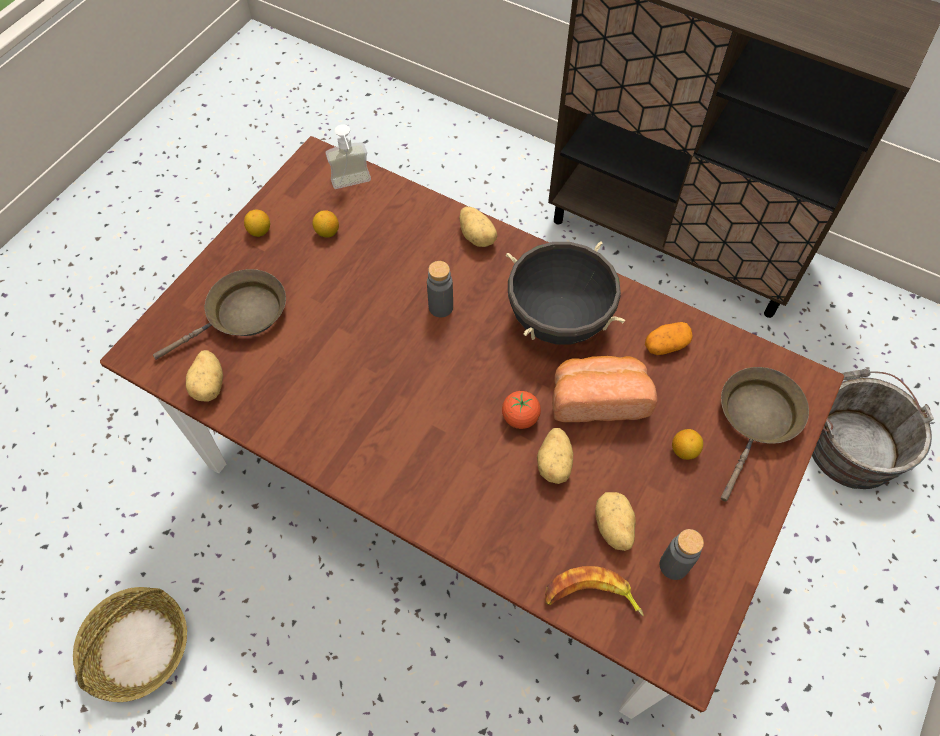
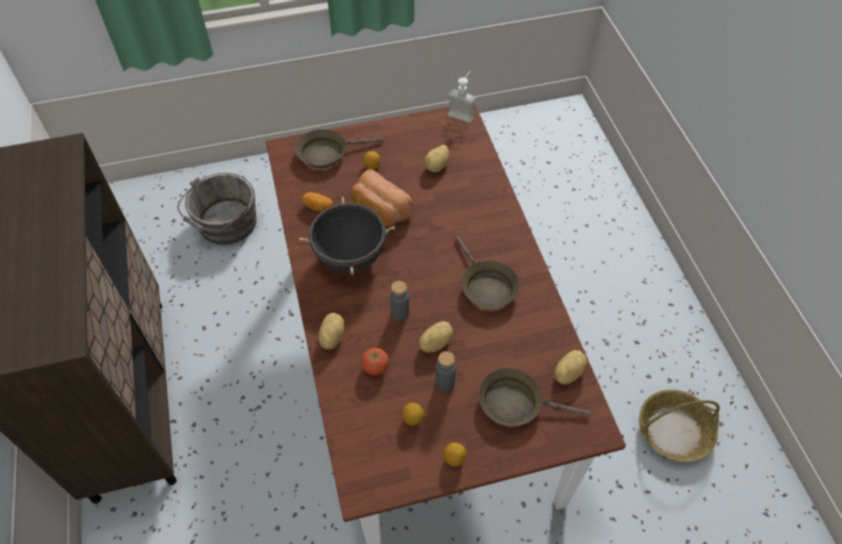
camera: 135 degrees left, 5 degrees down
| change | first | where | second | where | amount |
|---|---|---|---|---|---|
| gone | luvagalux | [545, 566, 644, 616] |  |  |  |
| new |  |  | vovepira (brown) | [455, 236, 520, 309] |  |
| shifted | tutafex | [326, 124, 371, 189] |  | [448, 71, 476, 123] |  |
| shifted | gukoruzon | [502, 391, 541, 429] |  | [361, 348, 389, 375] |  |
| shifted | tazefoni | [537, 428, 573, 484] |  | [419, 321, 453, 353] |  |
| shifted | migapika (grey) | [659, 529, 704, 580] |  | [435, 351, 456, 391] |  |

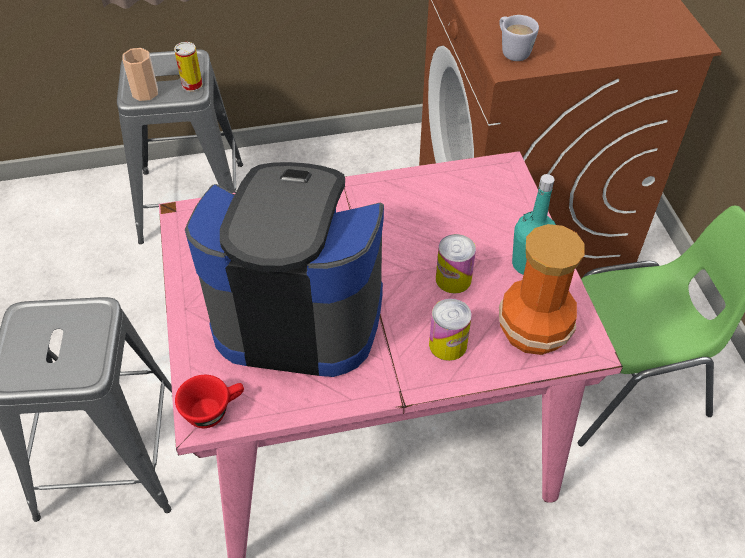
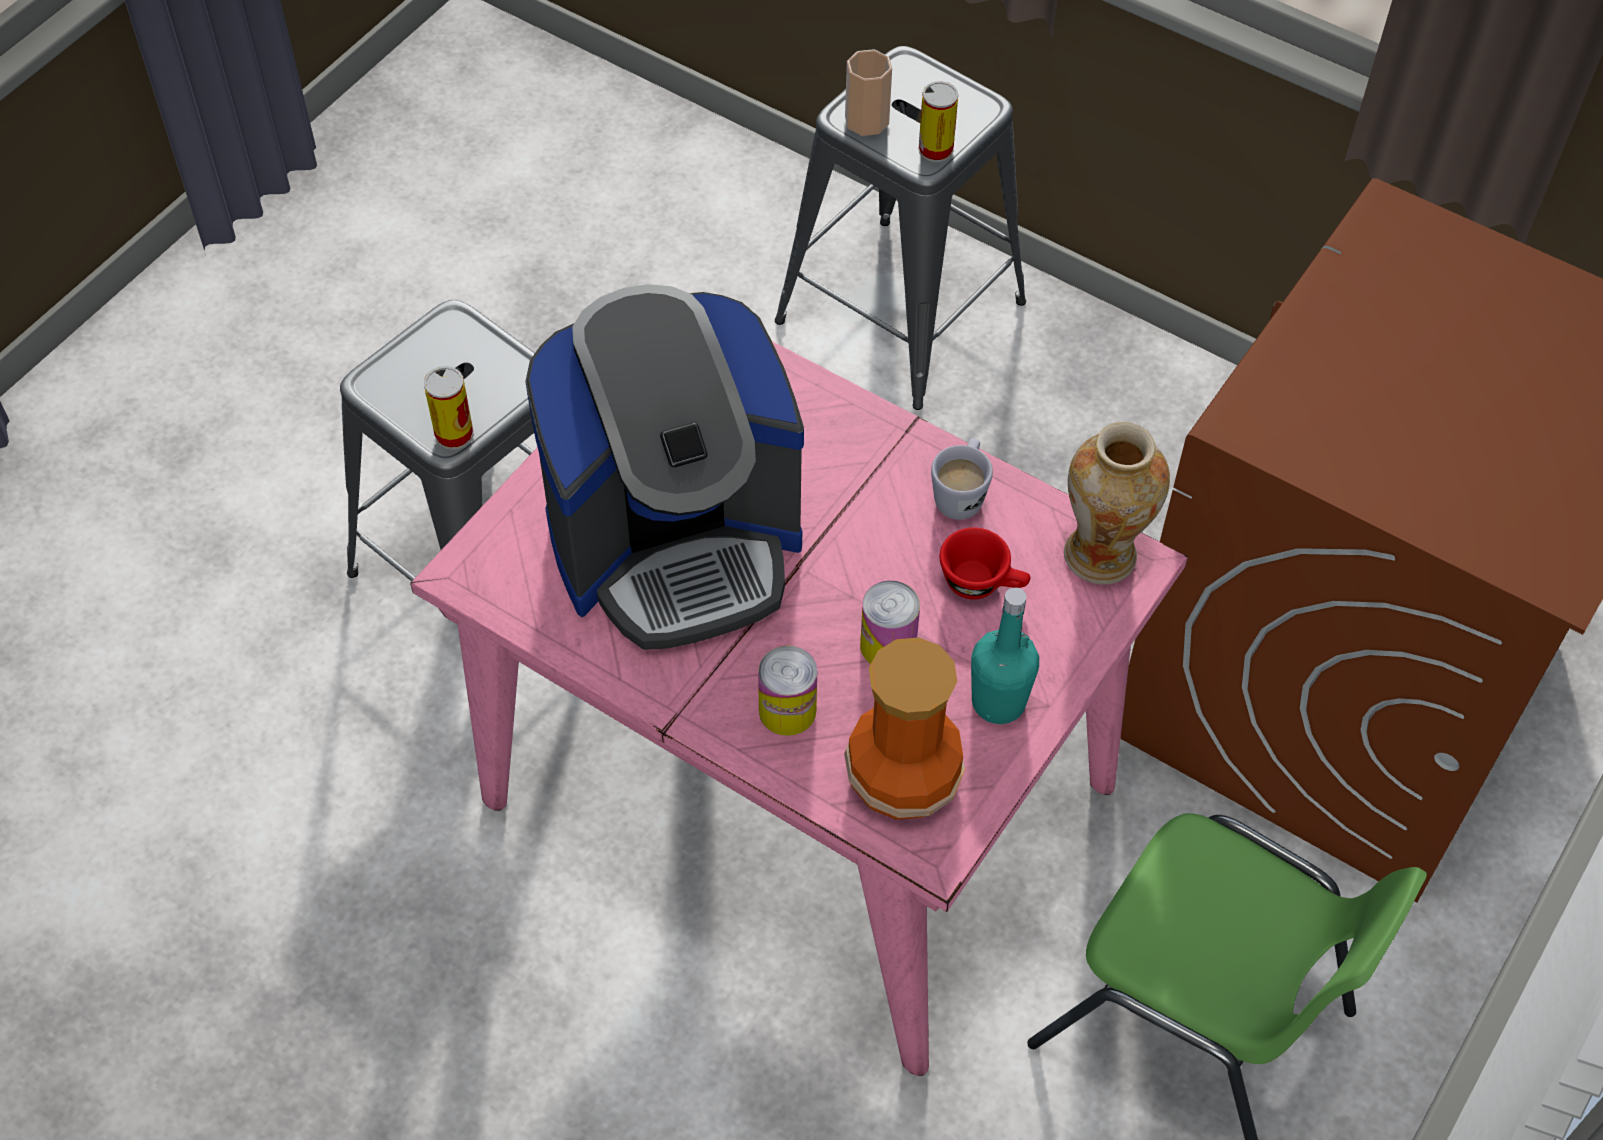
camera: 45 degrees right, 5 degrees up
| change | first | where | second | where | amount |
|---|---|---|---|---|---|
| new |  |  | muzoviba | [424, 366, 474, 450] |  |
| new |  |  | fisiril | [1064, 422, 1170, 585] |  |
| shifted | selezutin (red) | [175, 375, 244, 428] |  | [940, 527, 1030, 599] |  |
| shifted | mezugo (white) | [499, 15, 539, 61] |  | [931, 439, 993, 520] |  |
| rotated | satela | [185, 162, 384, 377] |  | [525, 284, 804, 650] | 105 degrees clockwise |

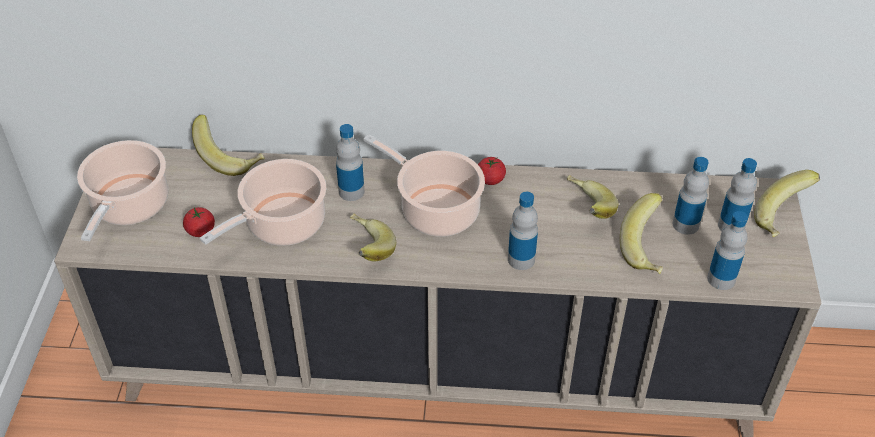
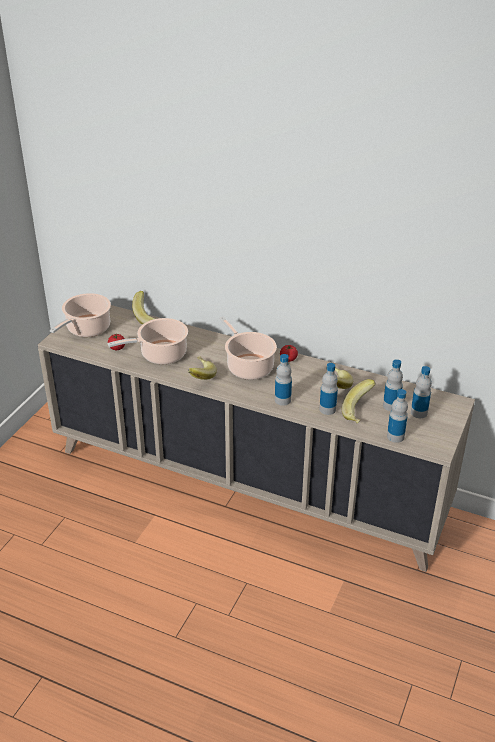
camera: 20 degrees right, 10 degrees down
| change | first | where | second | where | amount |
|---|---|---|---|---|---|
| gone | luvagalux | [754, 170, 820, 237] |  |  |  |
| shifted | migapika | [336, 124, 364, 201] |  | [319, 363, 338, 415] |  |

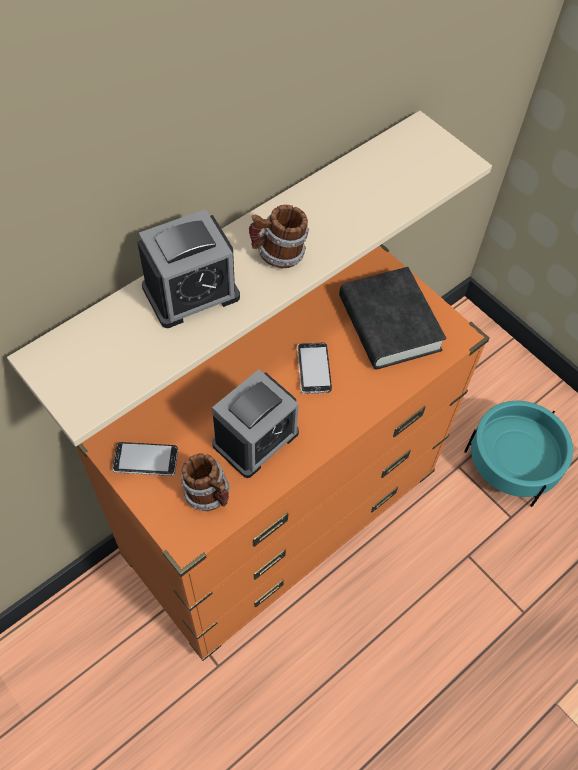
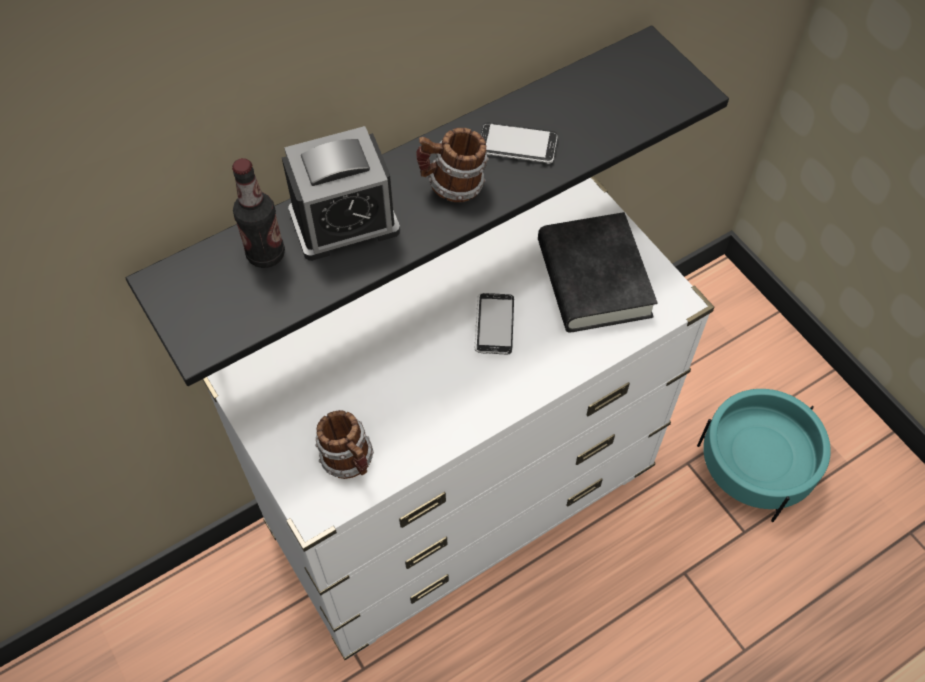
camera: 10 degrees right, 0 degrees up
| change | first | where | second | where | amount |
|---|---|---|---|---|---|
| gone | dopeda | [212, 369, 299, 478] |  |  |  |
| new |  |  | migapika | [232, 158, 285, 268] |  |
| shifted | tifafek | [112, 442, 178, 476] |  | [481, 122, 558, 164] |  |
| repainted | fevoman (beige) | [7, 111, 492, 447] | fevoman (black) | [126, 26, 729, 386] |  |
| repainted | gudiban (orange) | [76, 244, 490, 661] | gudiban (white) | [202, 176, 714, 660] |  |

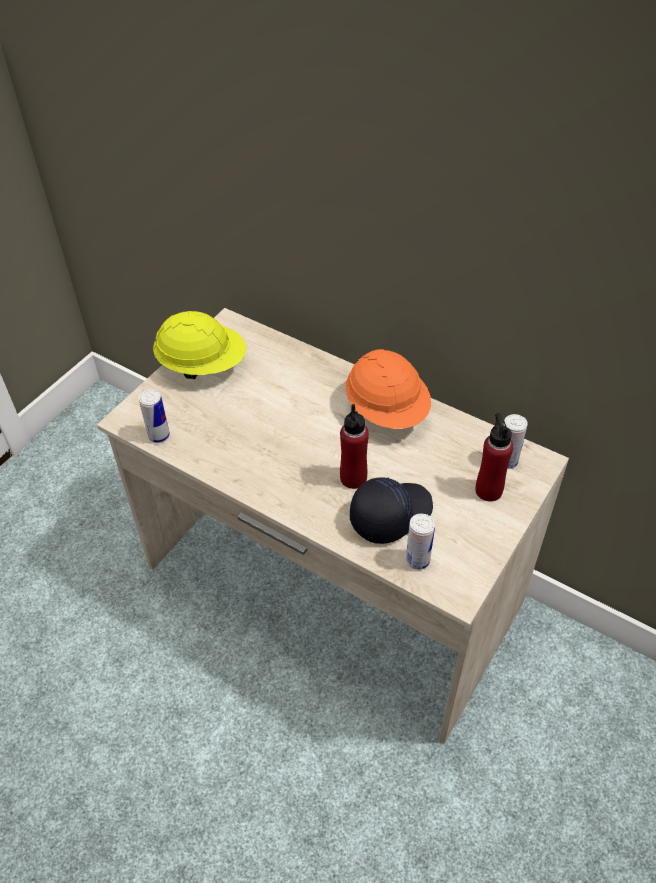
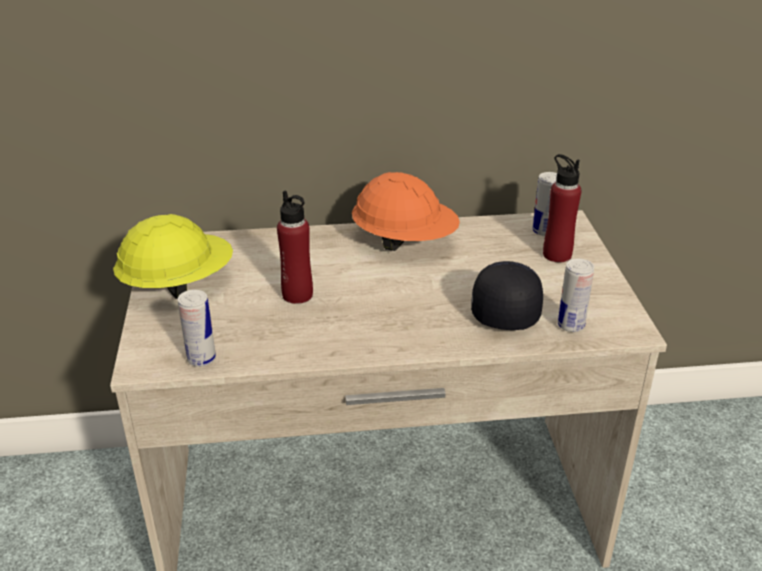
camera: 40 degrees left, 15 degrees down
| change | first | where | second | where | amount |
|---|---|---|---|---|---|
| shifted | migapika (red) | [340, 404, 369, 489] |  | [277, 191, 313, 304] |  |

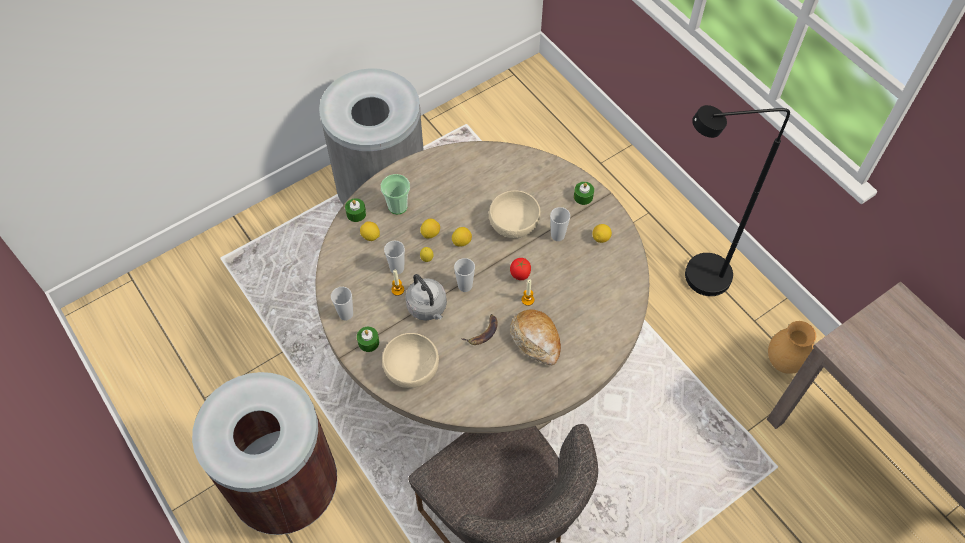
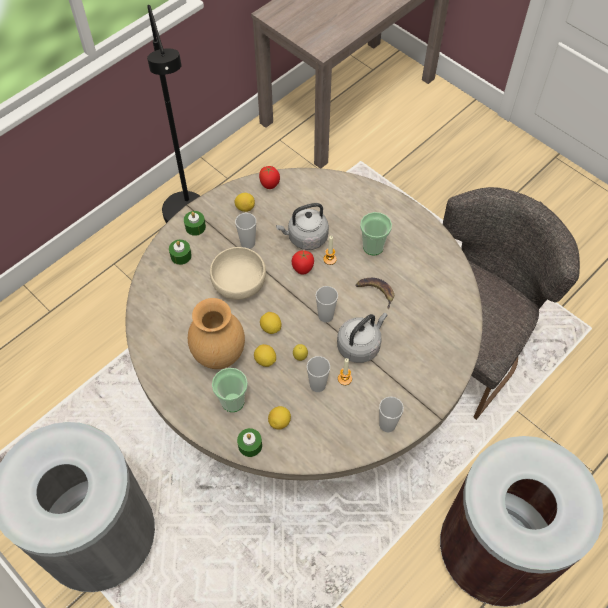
camera: 100 degrees left, 0 degrees up
| change | first | where | second | where | amount |
|---|---|---|---|---|---|
| gone | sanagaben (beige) | [382, 333, 439, 388] |  |  |  |
| new |  |  | gukoruzon | [259, 166, 280, 189] |  |
| new |  |  | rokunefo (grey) | [276, 203, 329, 250] |  |
| shifted | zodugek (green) | [357, 327, 379, 352] |  | [169, 240, 192, 265] |  |
| shifted | fisiril (brown) | [768, 321, 816, 374] |  | [188, 298, 245, 369] |  |
| swapped | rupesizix | [510, 309, 561, 365] | selezutin | [360, 212, 392, 256] |  |

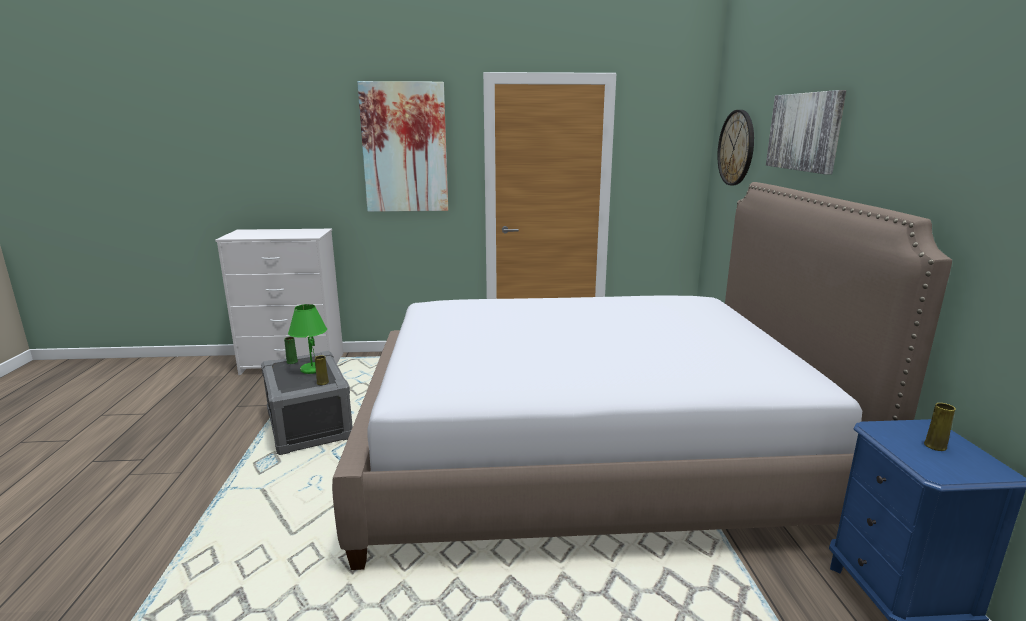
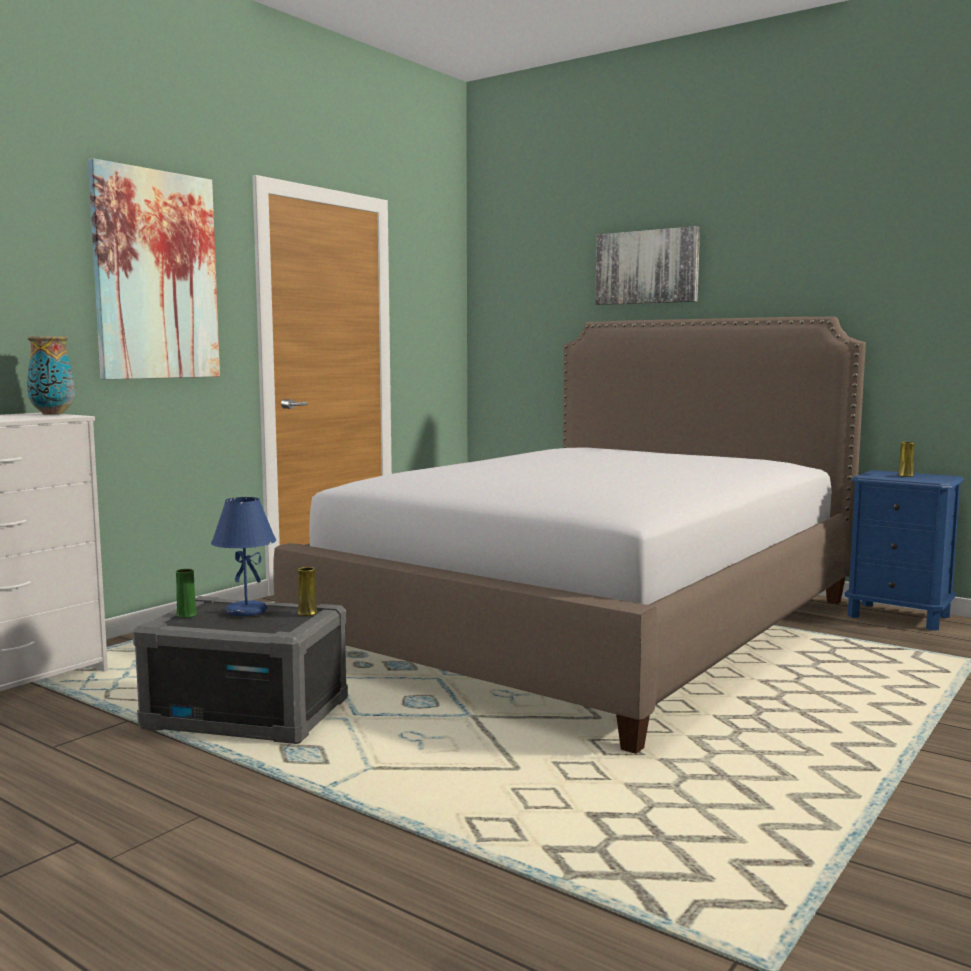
camera: 50 degrees left, 10 degrees down
| change | first | where | second | where | amount |
|---|---|---|---|---|---|
| gone | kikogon | [718, 110, 754, 185] |  |  |  |
| new |  |  | fisiril | [27, 337, 75, 415] |  |
| repainted | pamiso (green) | [288, 304, 327, 374] | pamiso (blue) | [211, 497, 276, 616] |  |

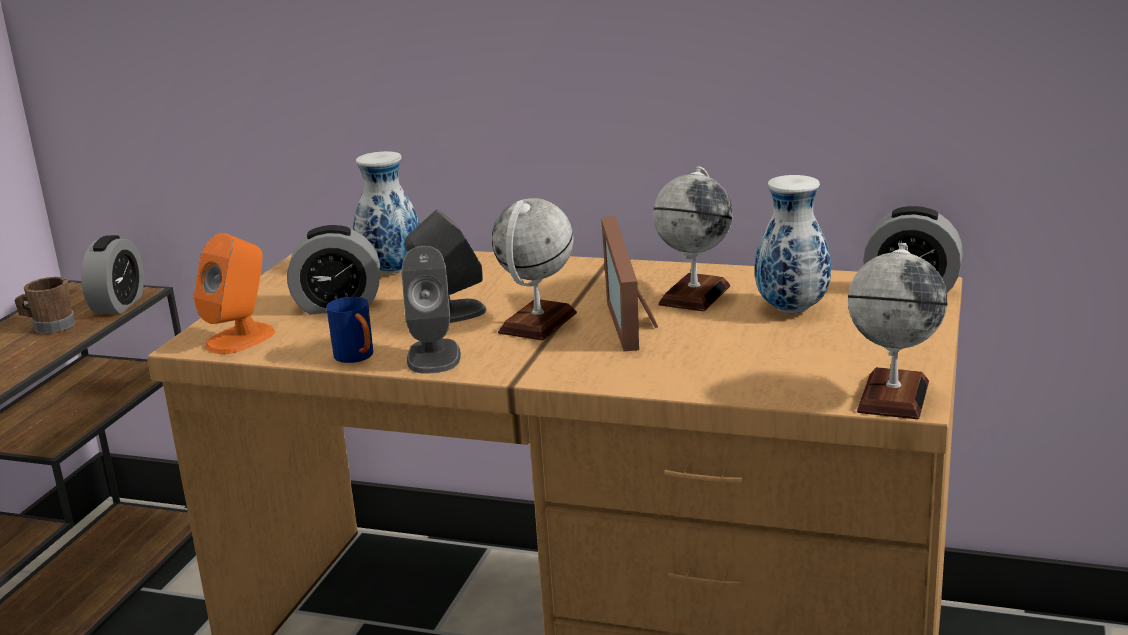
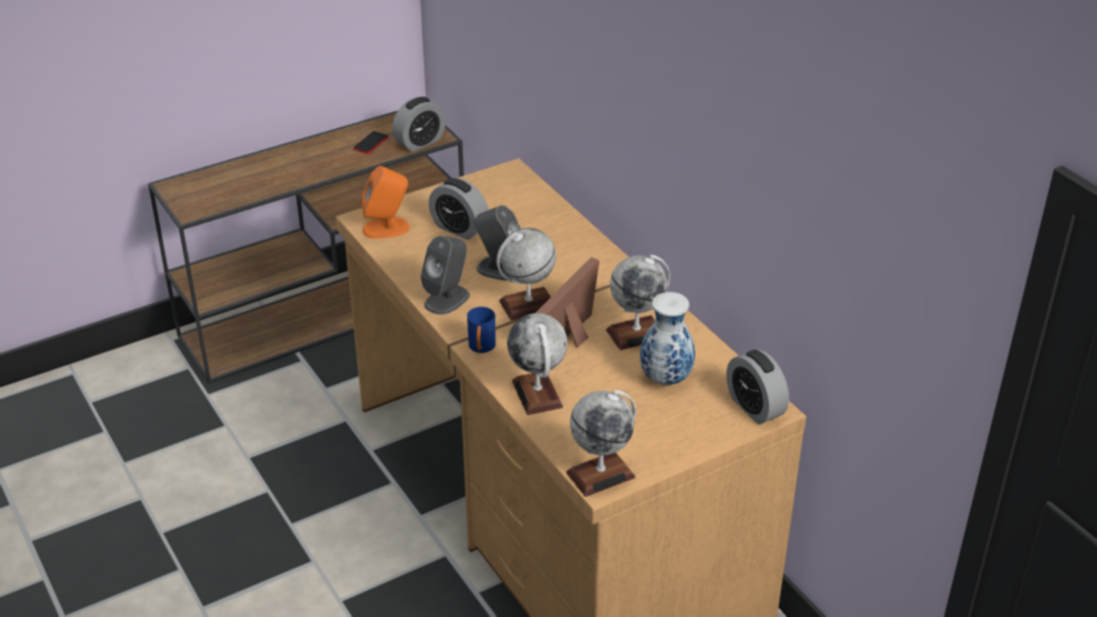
camera: 40 degrees right, 15 degrees up
| change | first | where | second | where | amount |
|---|---|---|---|---|---|
| gone | fisiril | [353, 151, 420, 274] |  |  |  |
| new |  |  | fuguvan | [507, 313, 567, 415] |  |
| shifted | mezugo (blue) | [326, 297, 373, 363] |  | [467, 307, 496, 353] |  |
| swapped | mezugo (brown) | [15, 277, 76, 334] | tifafek | [354, 131, 388, 154] |  |

